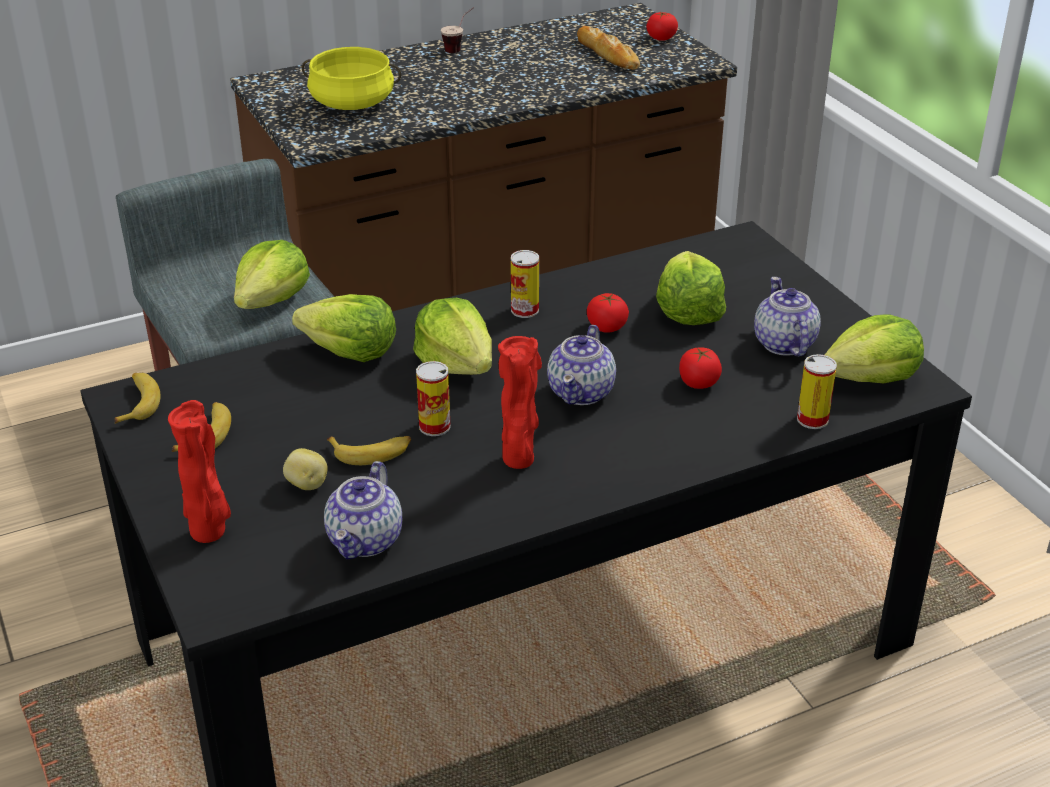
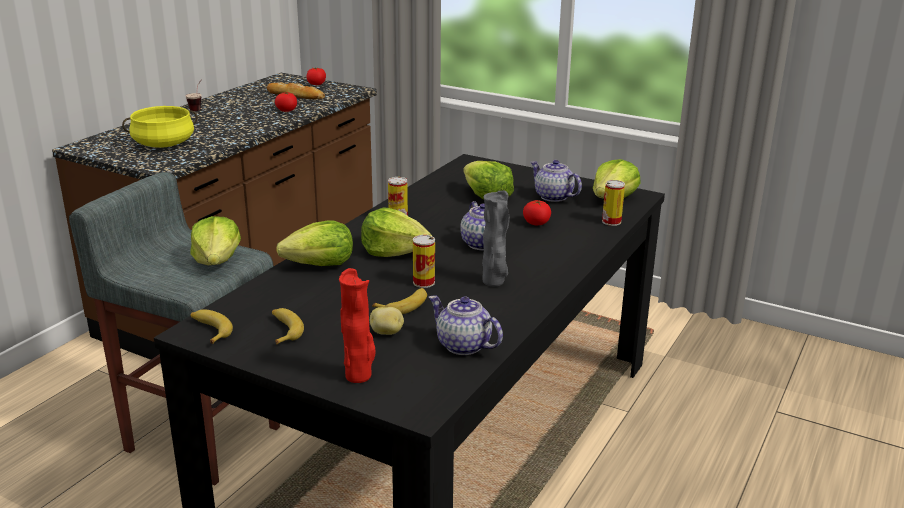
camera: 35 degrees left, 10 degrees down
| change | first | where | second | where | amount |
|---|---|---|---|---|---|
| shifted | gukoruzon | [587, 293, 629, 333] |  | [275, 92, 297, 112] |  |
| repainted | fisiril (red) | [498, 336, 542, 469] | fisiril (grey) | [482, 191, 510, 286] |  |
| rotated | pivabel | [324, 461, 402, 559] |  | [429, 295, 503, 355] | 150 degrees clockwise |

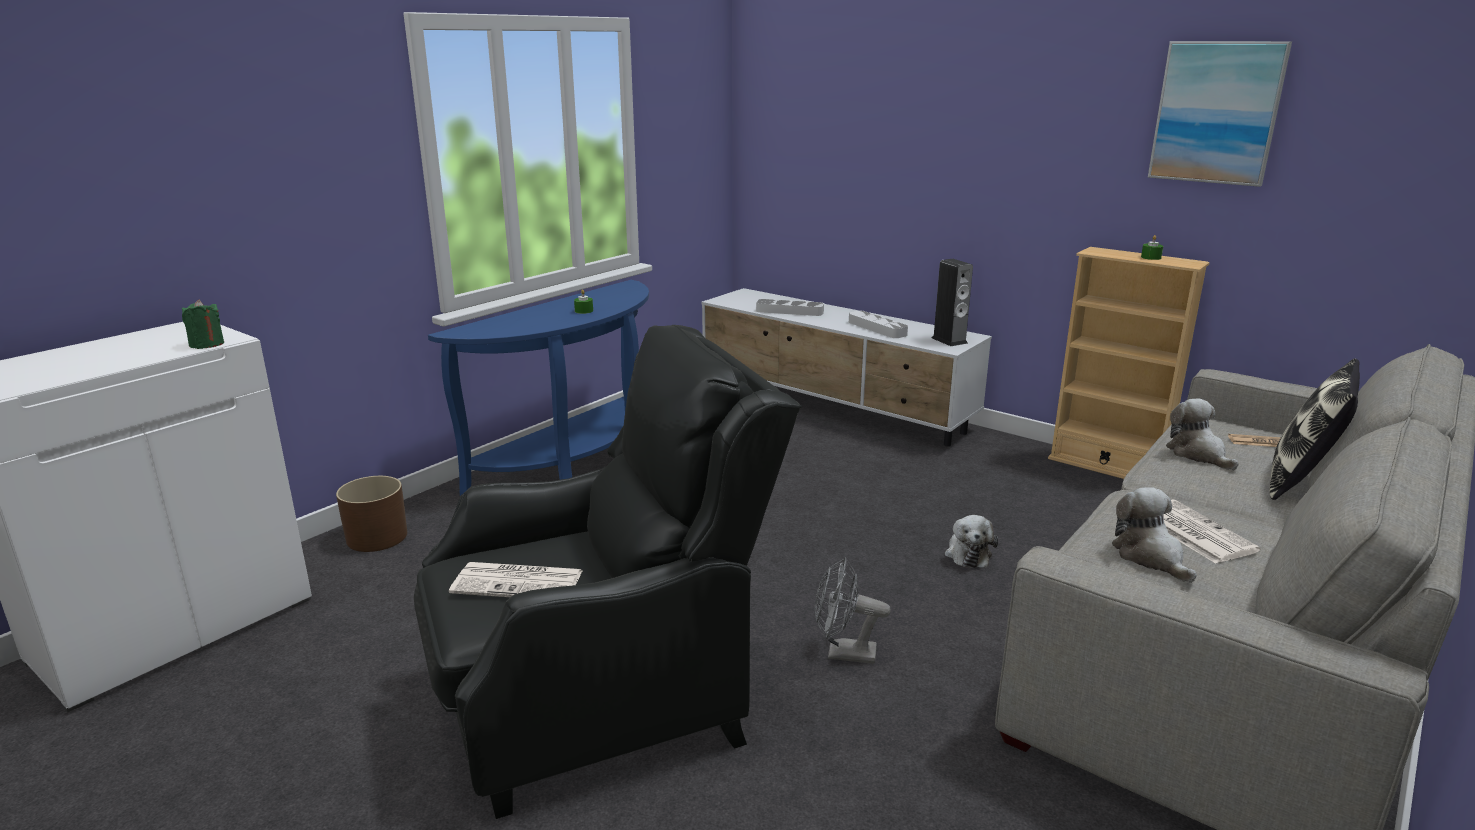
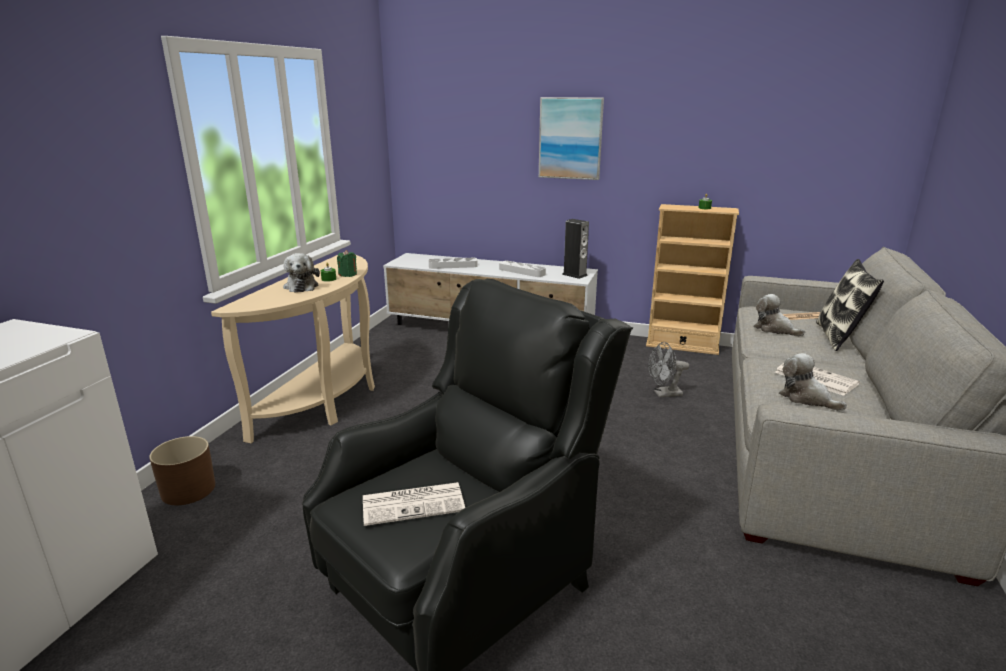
camera: 20 degrees left, 0 degrees up
| change | first | where | second | where | amount |
|---|---|---|---|---|---|
| shifted | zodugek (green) | [182, 299, 224, 349] |  | [337, 250, 357, 277] |  |
| shifted | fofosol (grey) | [815, 558, 891, 664] |  | [648, 342, 689, 397] |  |
| shifted | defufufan | [945, 515, 998, 568] |  | [283, 253, 320, 293] |  |
| shifted | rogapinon | [1148, 41, 1292, 187] |  | [539, 97, 604, 180] |  |
| repainted | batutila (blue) | [428, 280, 649, 496] | batutila (beige) | [211, 255, 375, 443] |  |

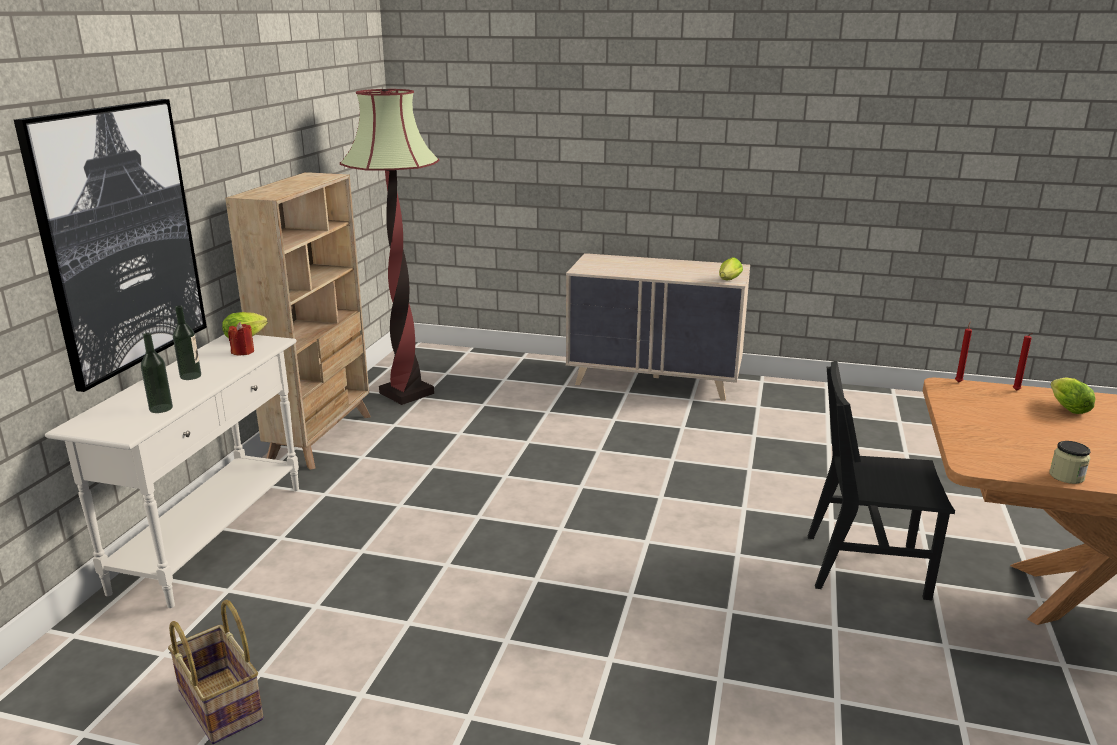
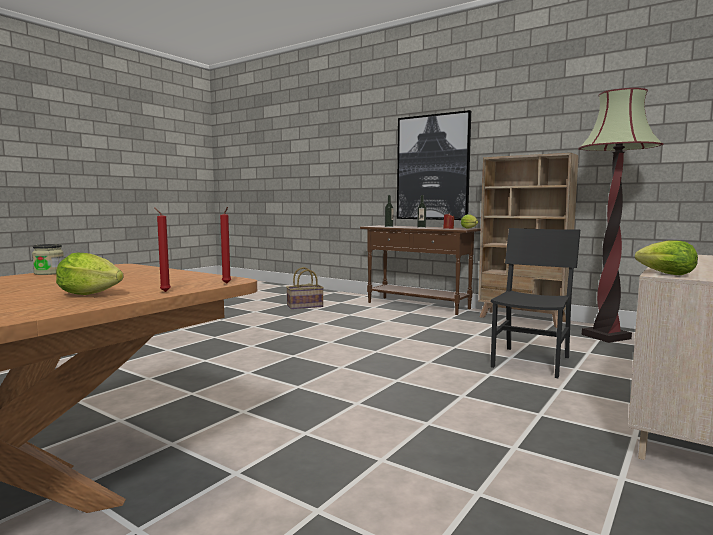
camera: 110 degrees right, 15 degrees down
| change | first | where | second | where | amount |
|---|---|---|---|---|---|
| shifted | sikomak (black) | [808, 361, 955, 600] |  | [491, 228, 580, 378] |  |
| repainted | batutila (white) | [45, 334, 299, 608] | batutila (brown) | [360, 225, 481, 315] |  |

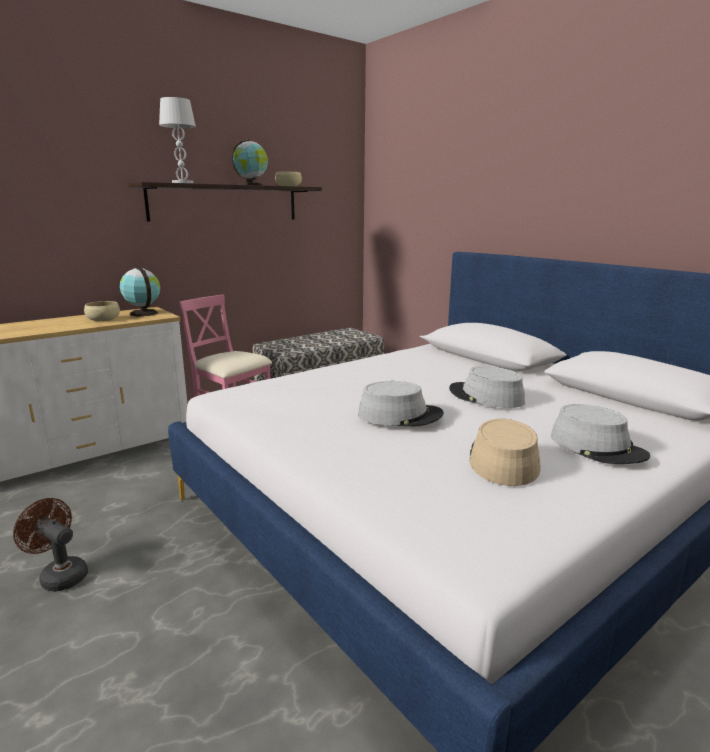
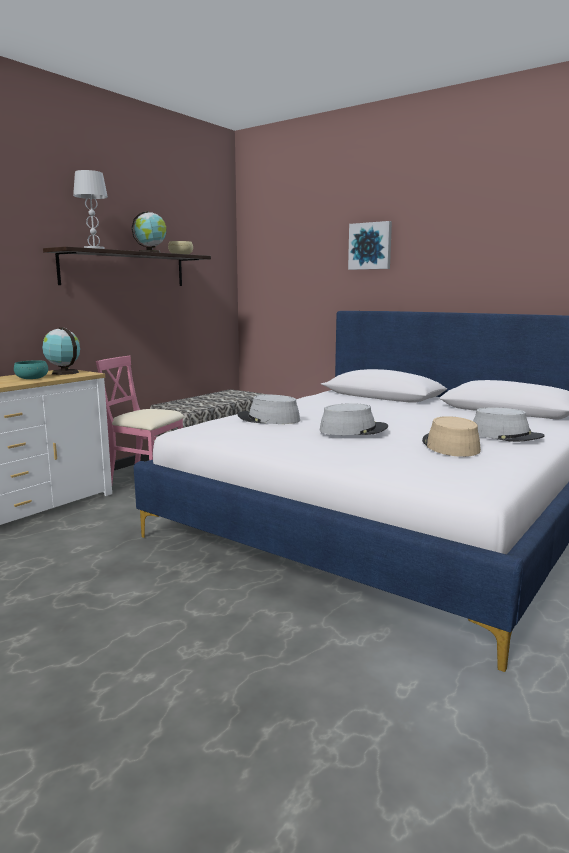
camera: 15 degrees left, 5 degrees down
| change | first | where | second | where | amount |
|---|---|---|---|---|---|
| gone | fofosol (brown) | [13, 498, 88, 592] |  |  |  |
| new |  |  | rogapinon | [348, 221, 392, 270] |  |
| shifted | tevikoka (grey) | [449, 366, 525, 408] |  | [238, 395, 300, 424] |  |
| repainted | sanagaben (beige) | [84, 301, 120, 321] | sanagaben (turquoise) | [14, 361, 48, 379] |  |

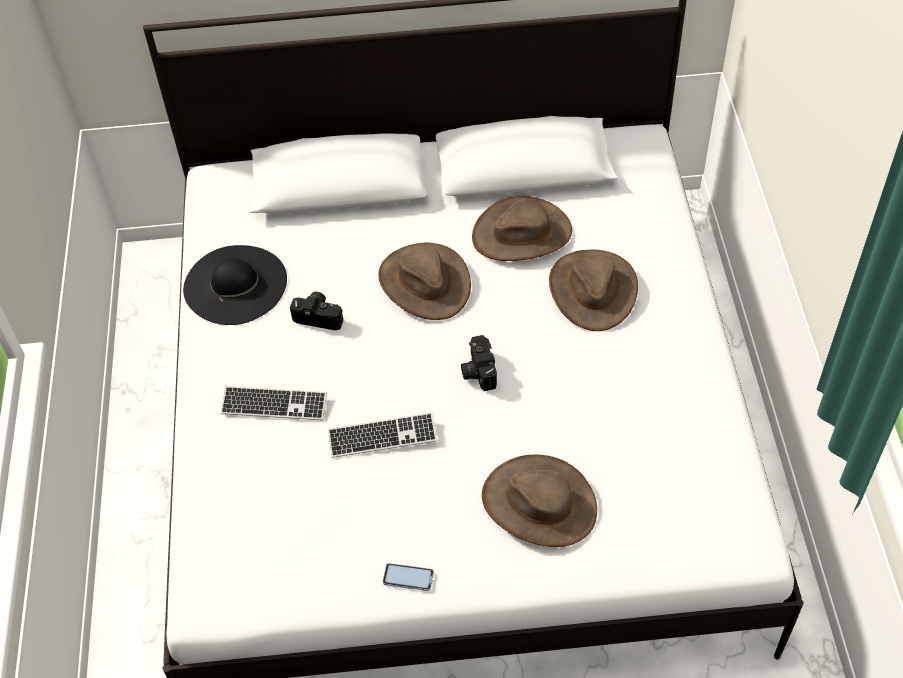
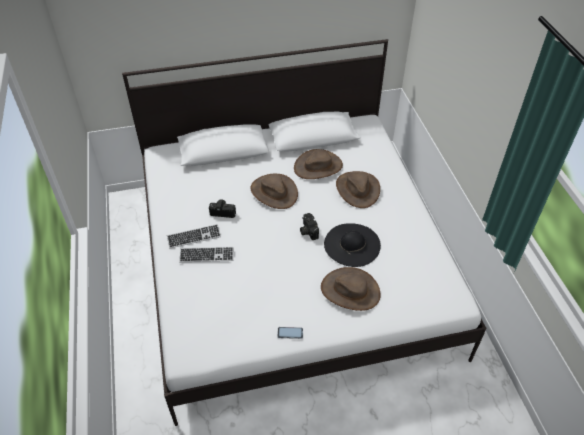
camera: 10 degrees left, 5 degrees down
| change | first | where | second | where | amount |
|---|---|---|---|---|---|
| shifted | tevikoka (black) | [183, 245, 287, 325] |  | [324, 223, 381, 267] |  |
| shifted | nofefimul | [328, 412, 437, 458] |  | [167, 224, 221, 248] |  |

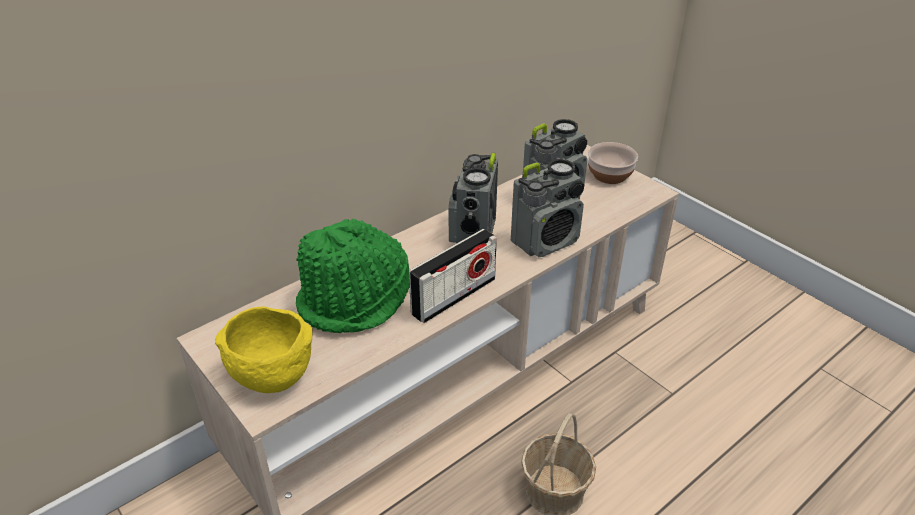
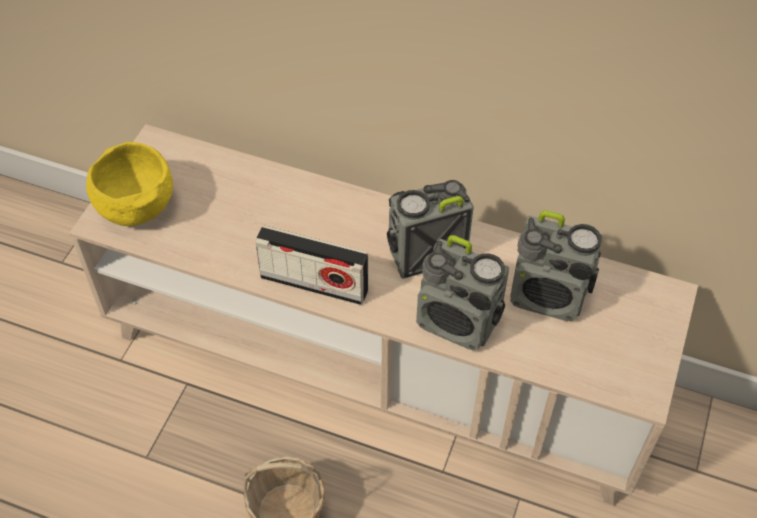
camera: 60 degrees right, 15 degrees up
| change | first | where | second | where | amount |
|---|---|---|---|---|---|
| gone | tevikoka (green) | [296, 219, 410, 333] |  |  |  |
| gone | sanagaben | [588, 142, 638, 184] |  |  |  |

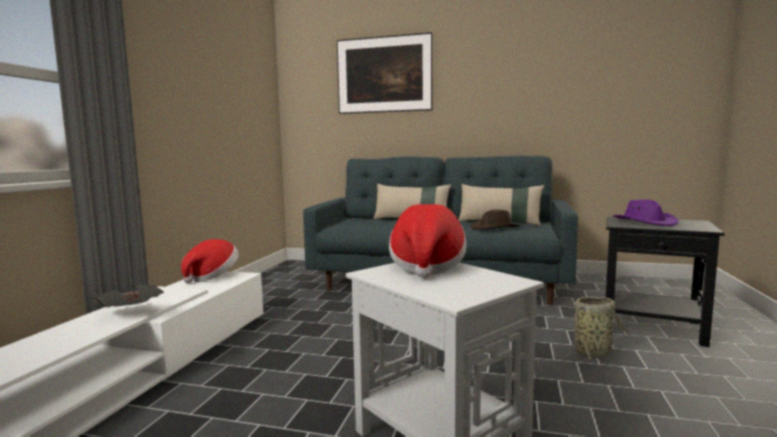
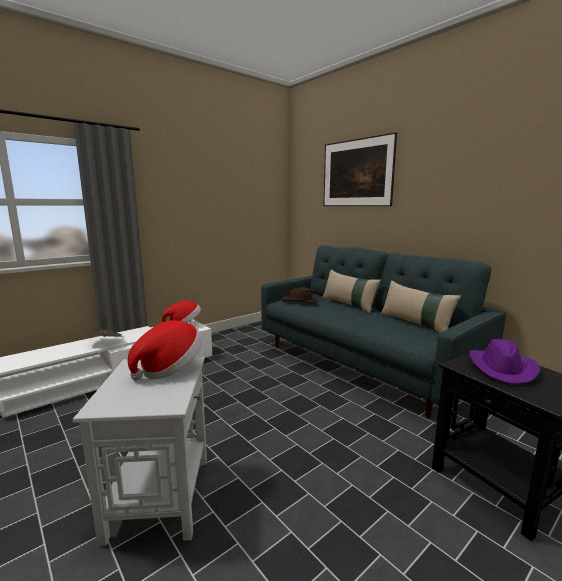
camera: 35 degrees right, 5 degrees up
| change | first | where | second | where | amount |
|---|---|---|---|---|---|
| gone | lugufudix | [565, 297, 629, 359] |  |  |  |
| shifted | tevikoka (brown) | [471, 209, 521, 230] |  | [281, 287, 318, 303] |  |

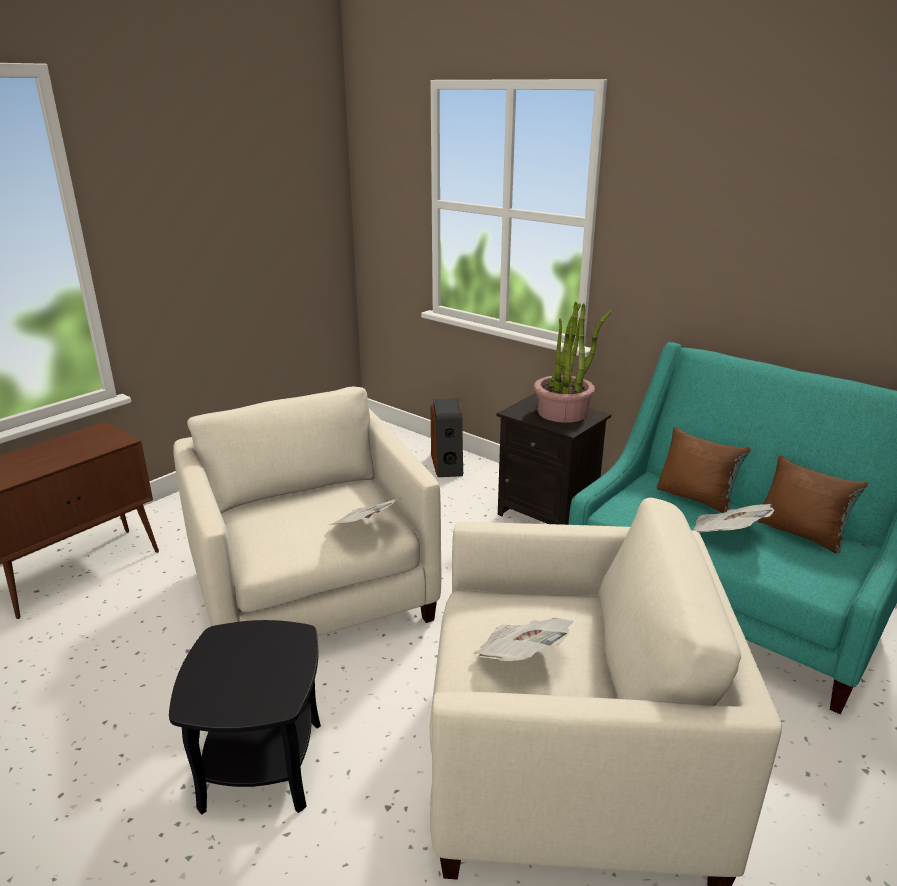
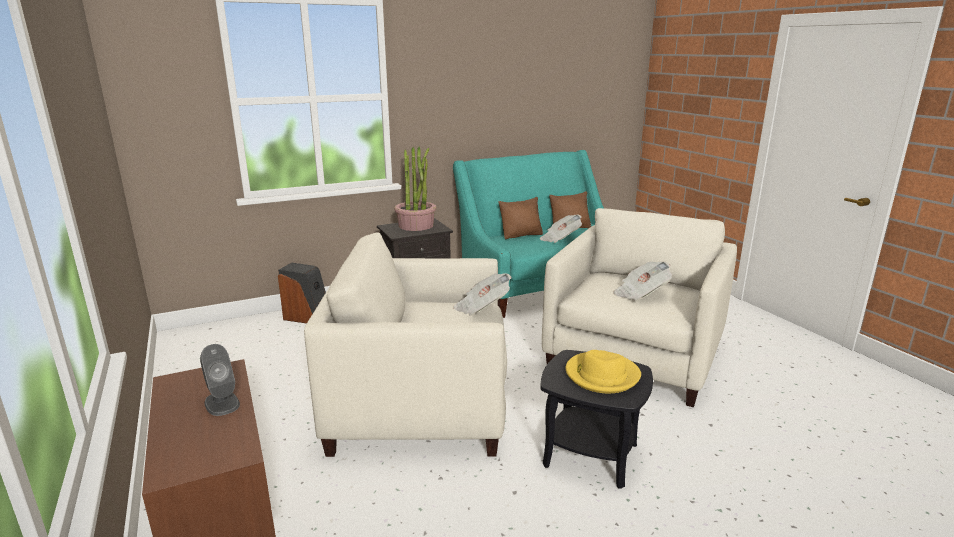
camera: 65 degrees left, 5 degrees down
| change | first | where | second | where | amount |
|---|---|---|---|---|---|
| new |  |  | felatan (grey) | [200, 344, 240, 416] |  |
| new |  |  | tevikoka (yellow) | [566, 350, 641, 393] |  |

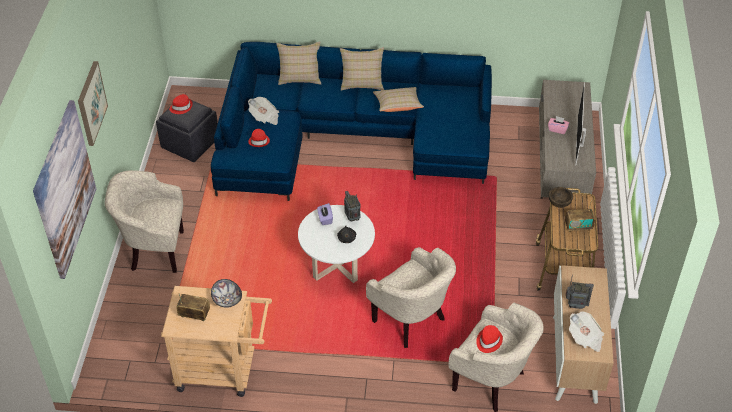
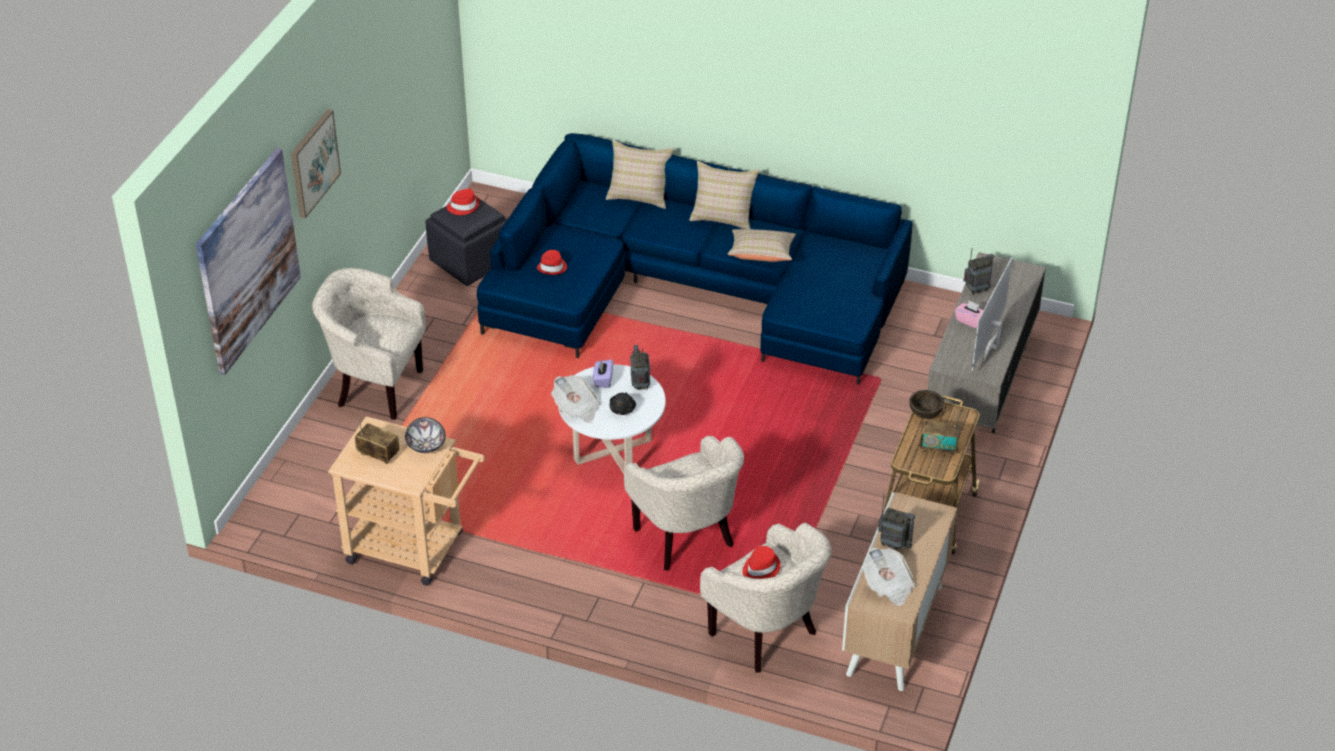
camera: 15 degrees right, 5 degrees down
| change | first | where | second | where | amount |
|---|---|---|---|---|---|
| new |  |  | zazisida | [964, 249, 994, 295] |  |
| shifted | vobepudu | [248, 97, 279, 125] |  | [551, 375, 601, 423] |  |

